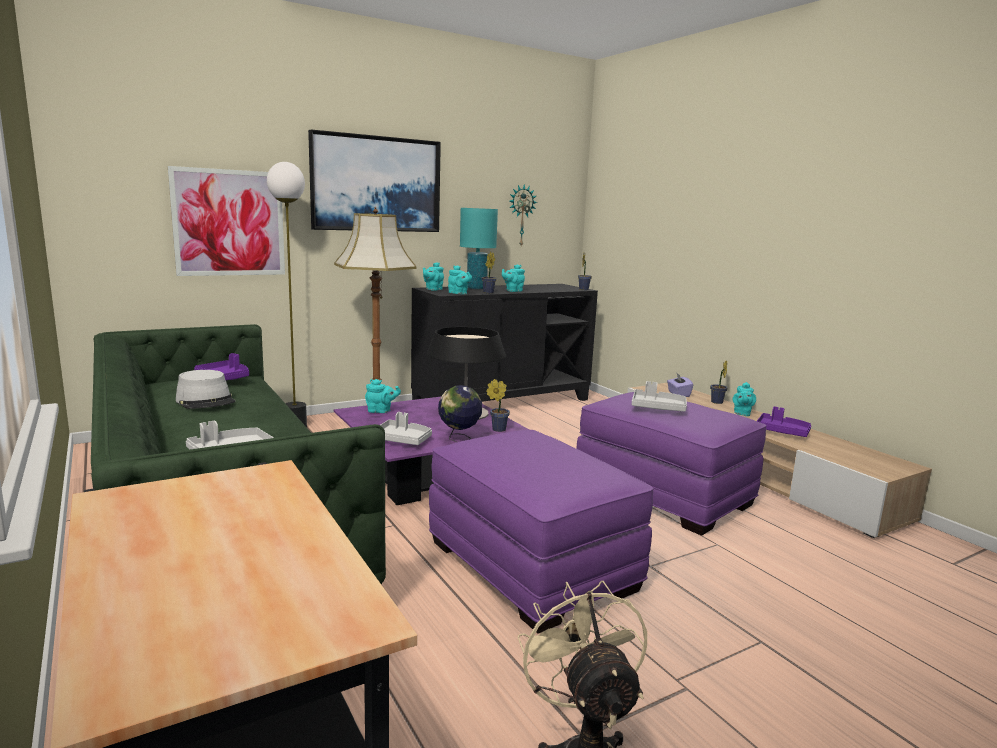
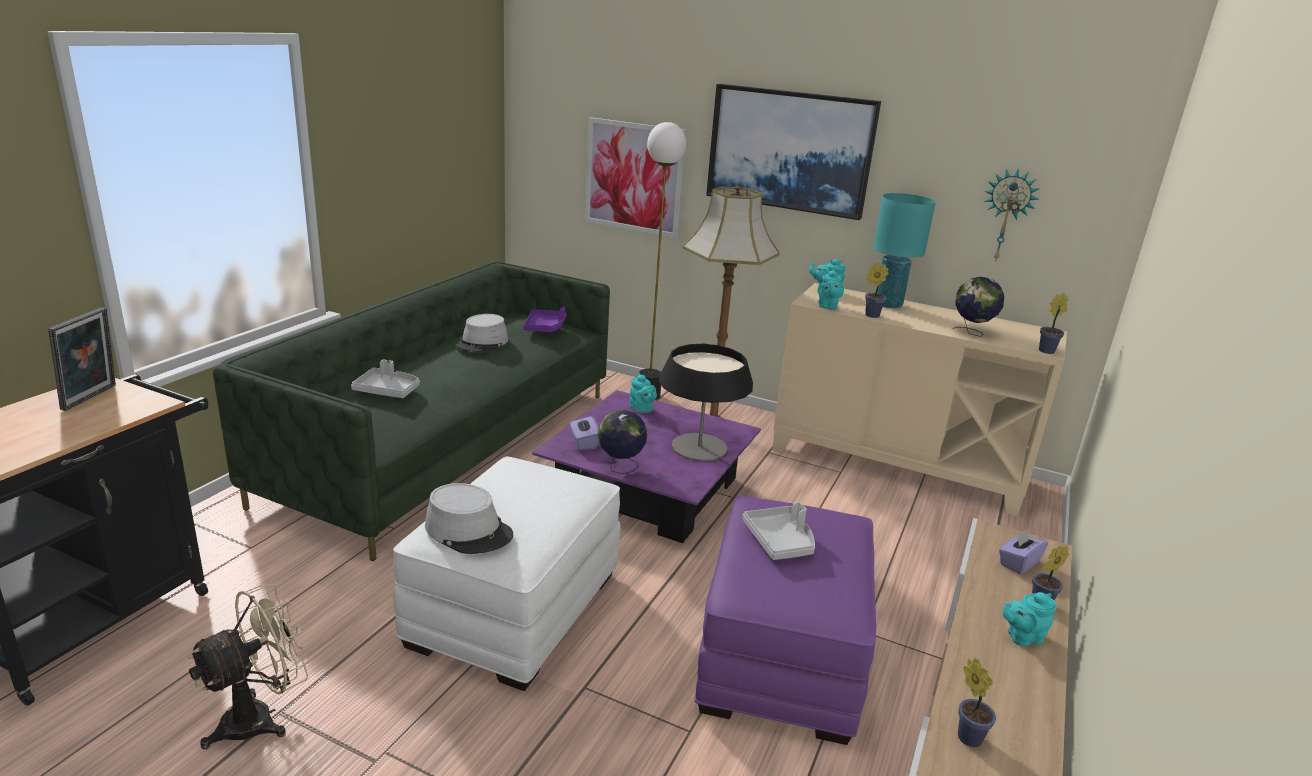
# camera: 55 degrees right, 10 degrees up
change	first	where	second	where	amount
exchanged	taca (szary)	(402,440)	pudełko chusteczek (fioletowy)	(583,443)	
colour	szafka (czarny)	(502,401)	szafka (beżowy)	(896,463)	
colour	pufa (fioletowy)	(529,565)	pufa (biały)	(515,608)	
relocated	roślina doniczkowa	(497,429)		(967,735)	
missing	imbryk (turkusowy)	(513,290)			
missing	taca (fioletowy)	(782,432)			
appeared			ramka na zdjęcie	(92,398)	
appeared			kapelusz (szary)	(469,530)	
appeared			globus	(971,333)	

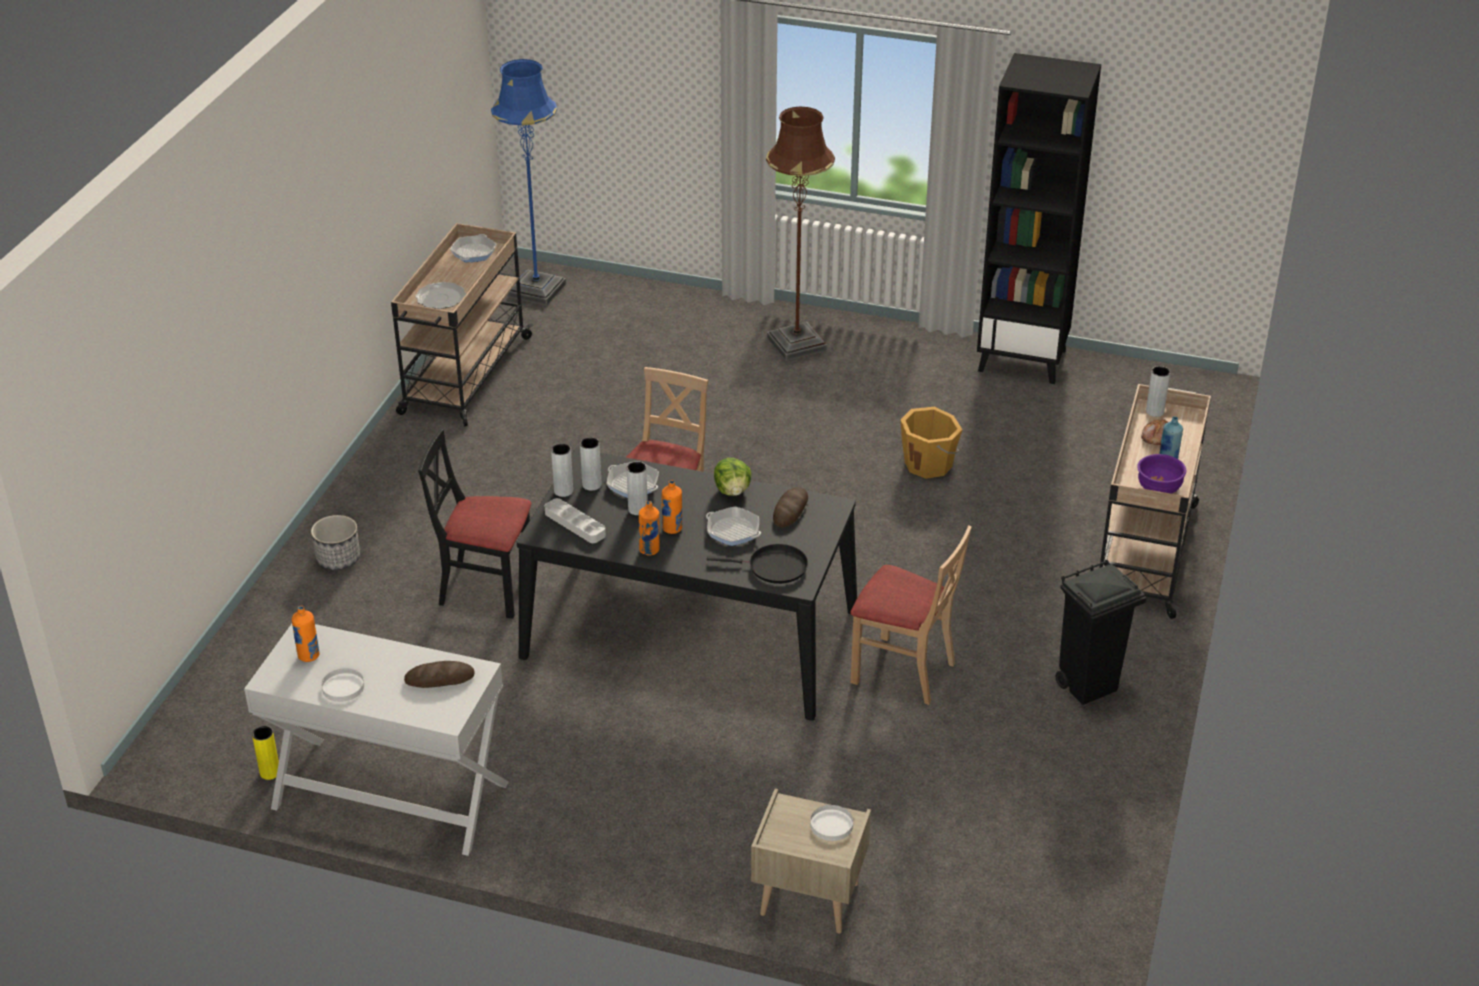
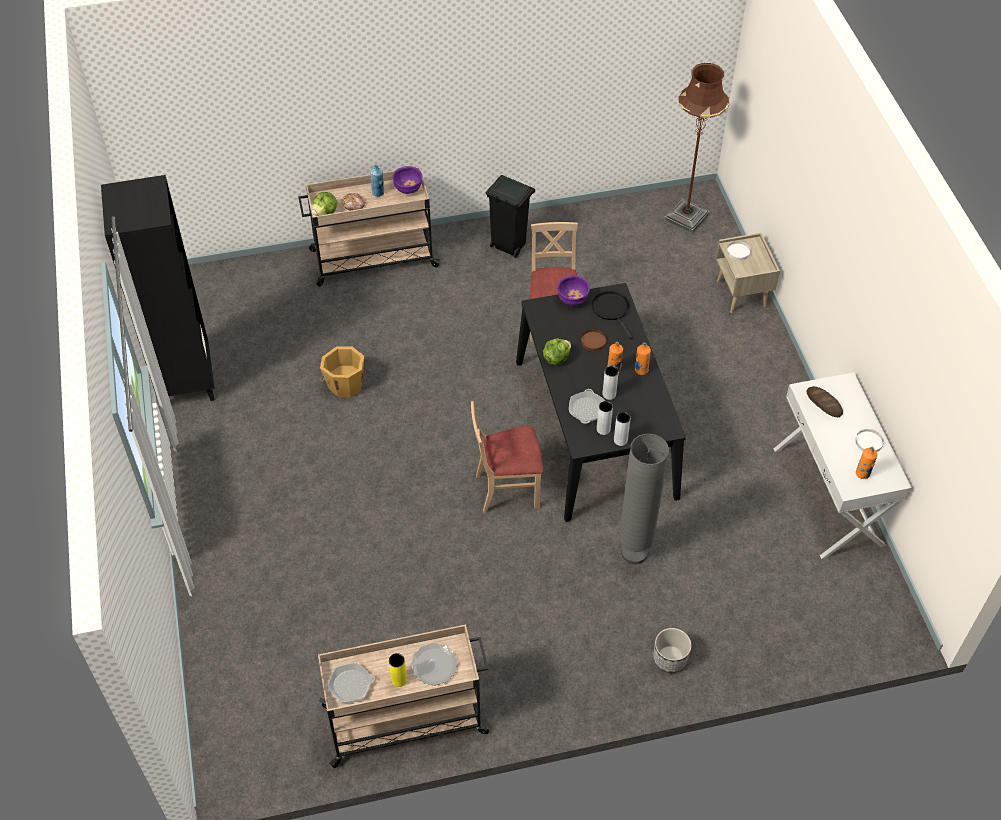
# camera: 120 degrees left, 15 degrees up
change	first	where	second	where	amount
relocated	wazon (żółty)	(270,772)		(399,680)	
exchanged	krzesło (czarny)	(486,589)	lampa stojąca (szary)	(634,553)	
missing	lampa stojąca (niebieski)	(537,290)			
missing	taca (szary)	(575,524)			
exchanged	patelnia	(733,530)	talerz (brązowy)	(593,341)	
relocated	lampa stojąca (brązowy)	(796,344)		(686,217)	
missing	chleb	(790,510)			
exchanged	wazon (szary)	(1154,412)	sałata	(325,212)	
appeared			miska (fioletowy)	(572,300)	

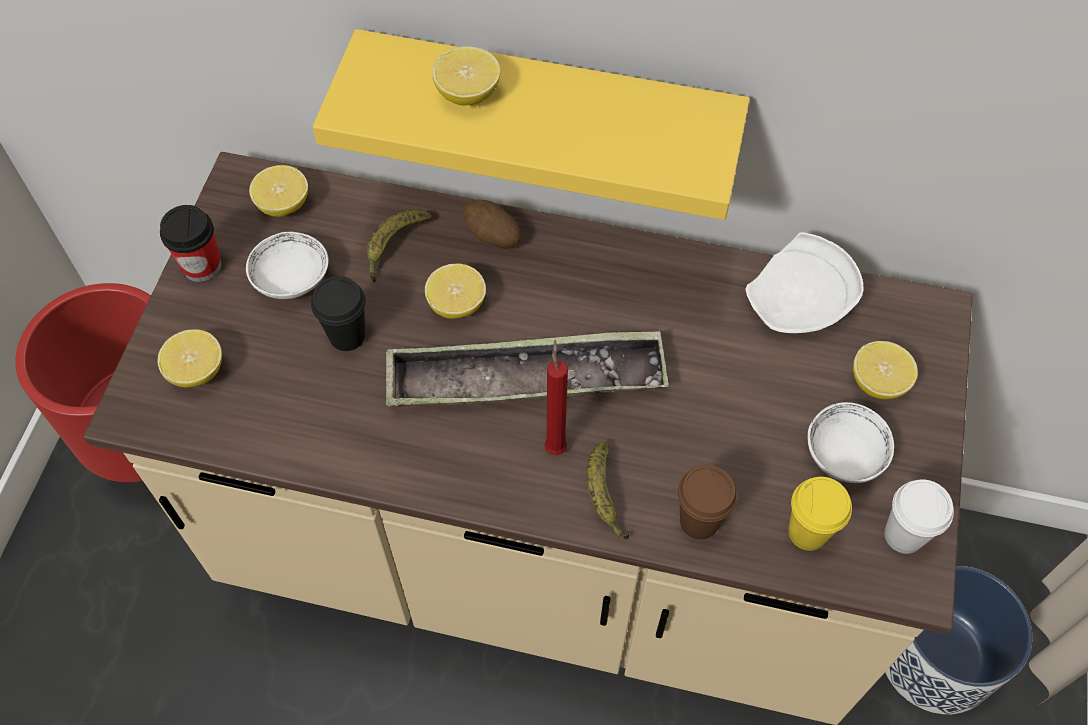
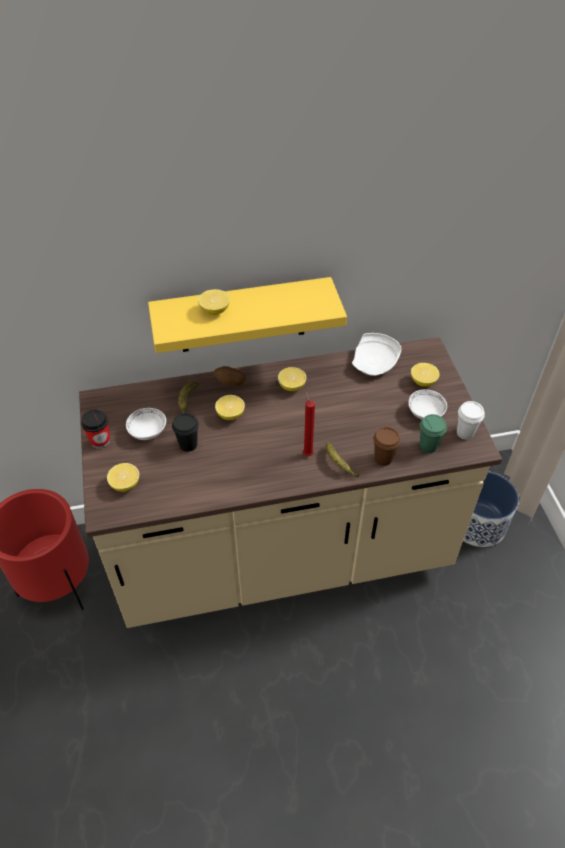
# camera: 25 degrees left, 10 degrees down
change	first	where	second	where	amount
relocated	cytryna	(283,204)		(292,386)	
missing	taca	(525,379)			
colour	filiżanka (żółty)	(807,532)	filiżanka (zielony)	(428,446)	

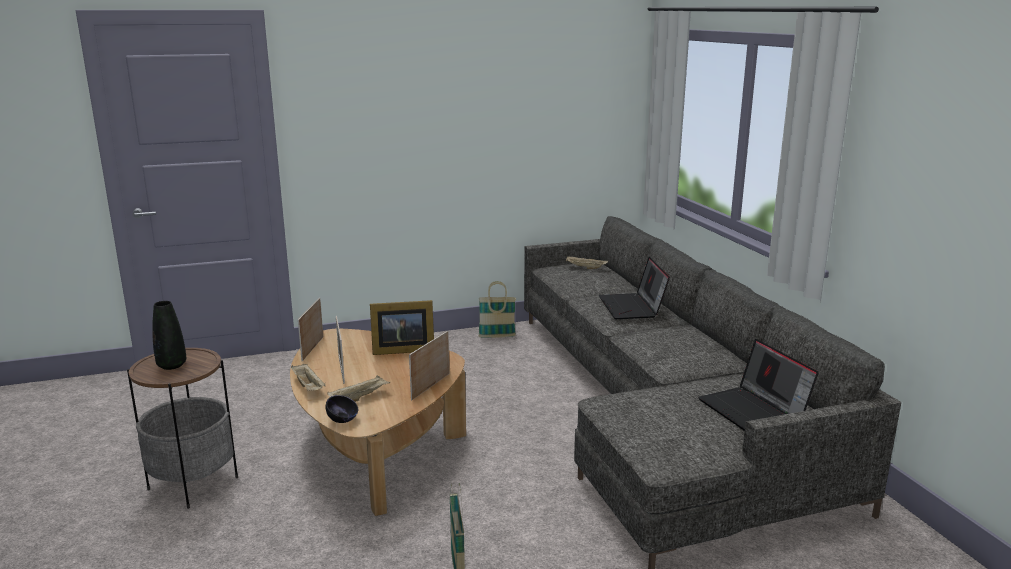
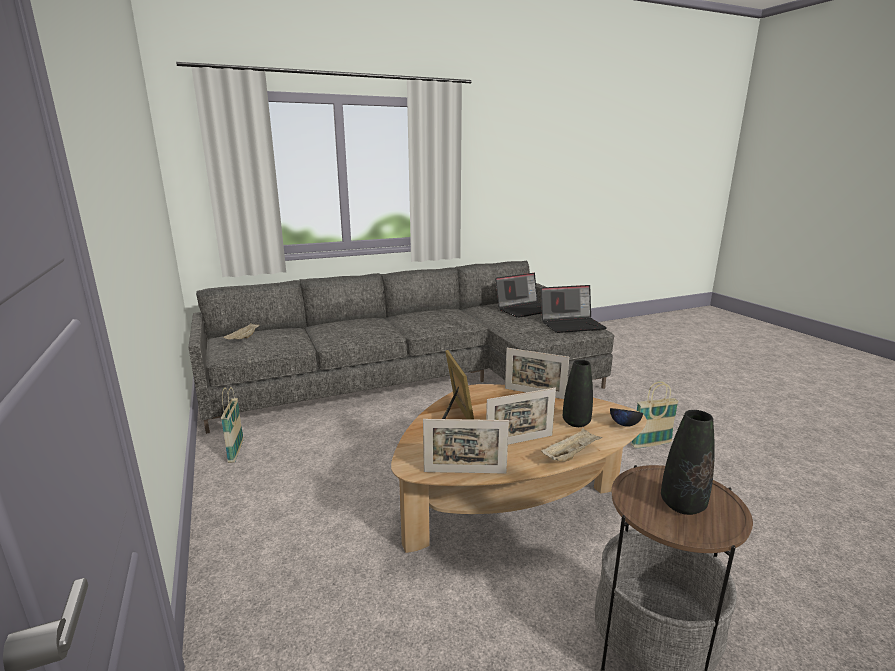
# camera: 95 degrees left, 0 degrees up
change	first	where	second	where	amount
exchanged	taca (beżowy)	(359,397)	wazon (czarny)	(576,422)	
relocated	laptop	(632,307)		(572,324)	

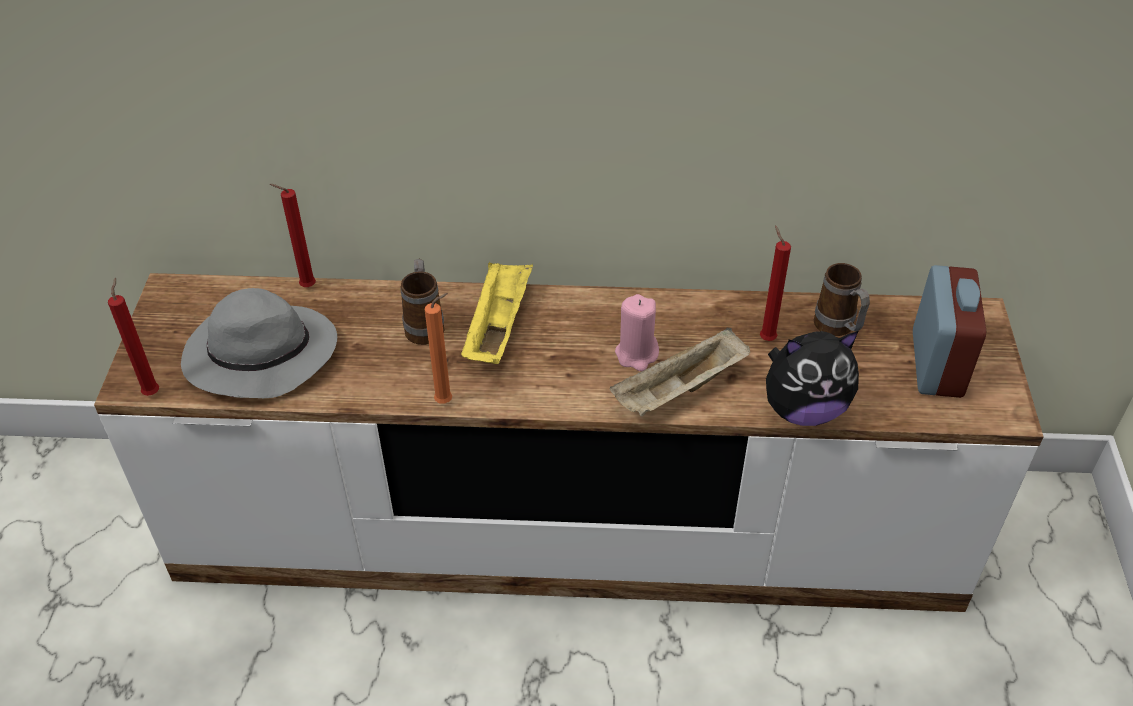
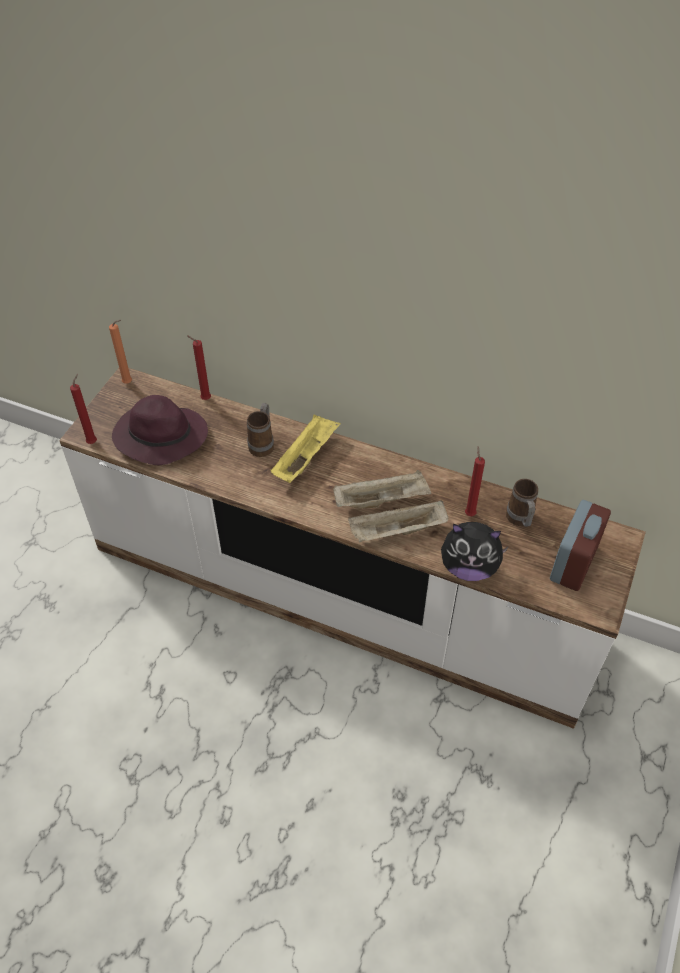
# camera: 20 degrees right, 5 degrees up
change	first	where	second	where	amount
colour	kapelusz (szary)	(259,357)	kapelusz (fioletowy)	(159,437)	
relocated	świeca (pomarańczowy)	(446,401)		(129,383)	
exchanged	świeca (różowy)	(637,354)	taca (beżowy)	(382,500)	

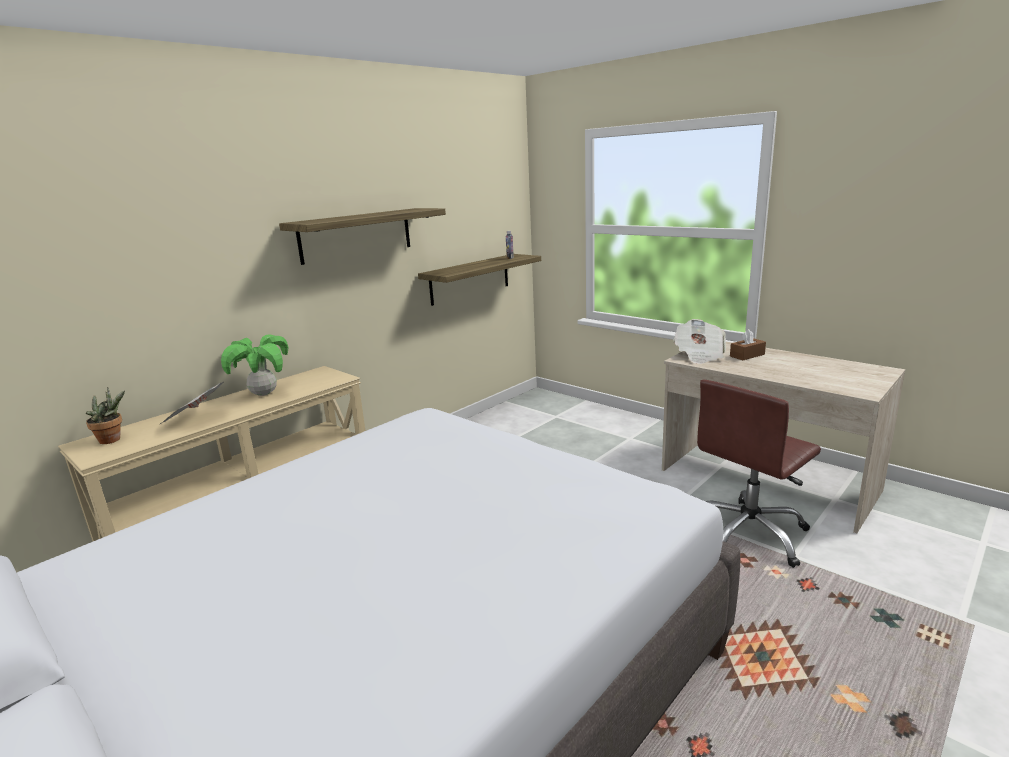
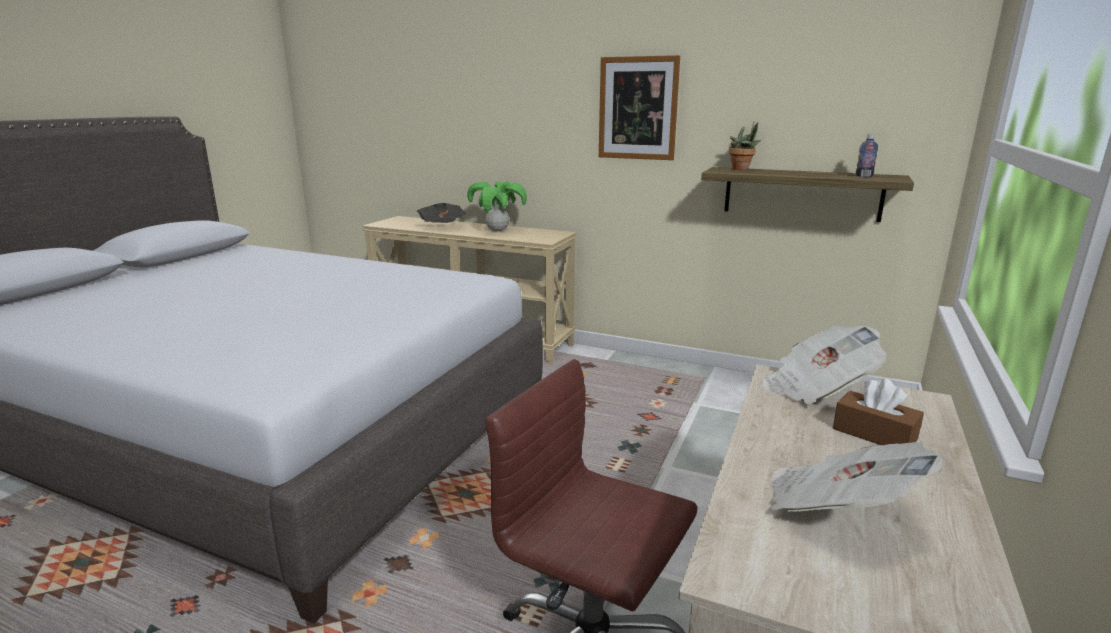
# camera: 70 degrees right, 0 degrees up
change	first	where	second	where	amount
relocated	roślina doniczkowa	(113,440)		(742,169)	
exchanged	półka	(356,235)	obraz	(638,108)	
appeared			gazeta	(837,509)	

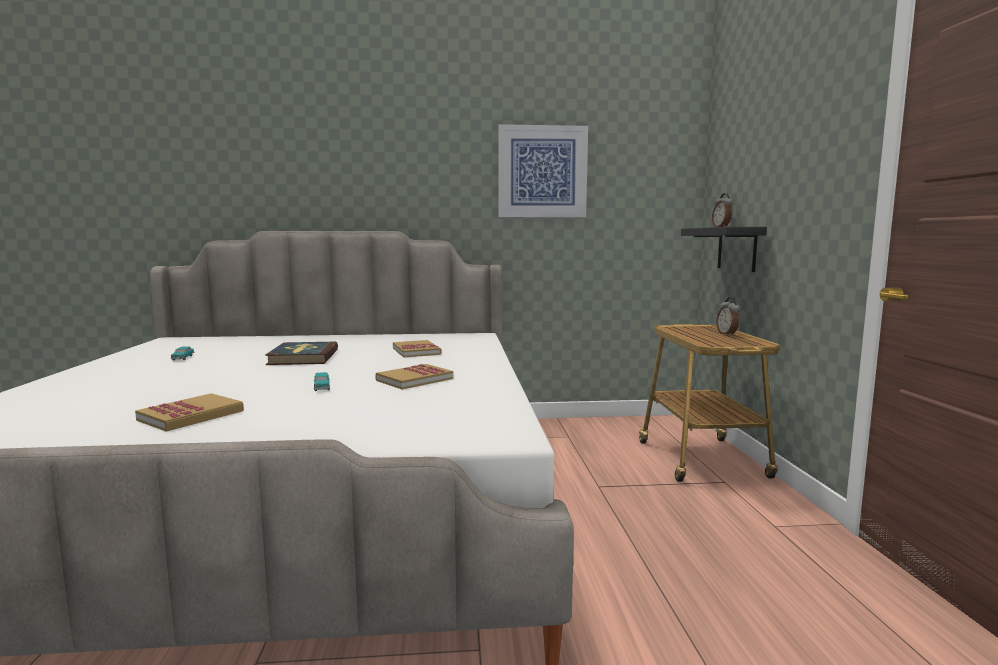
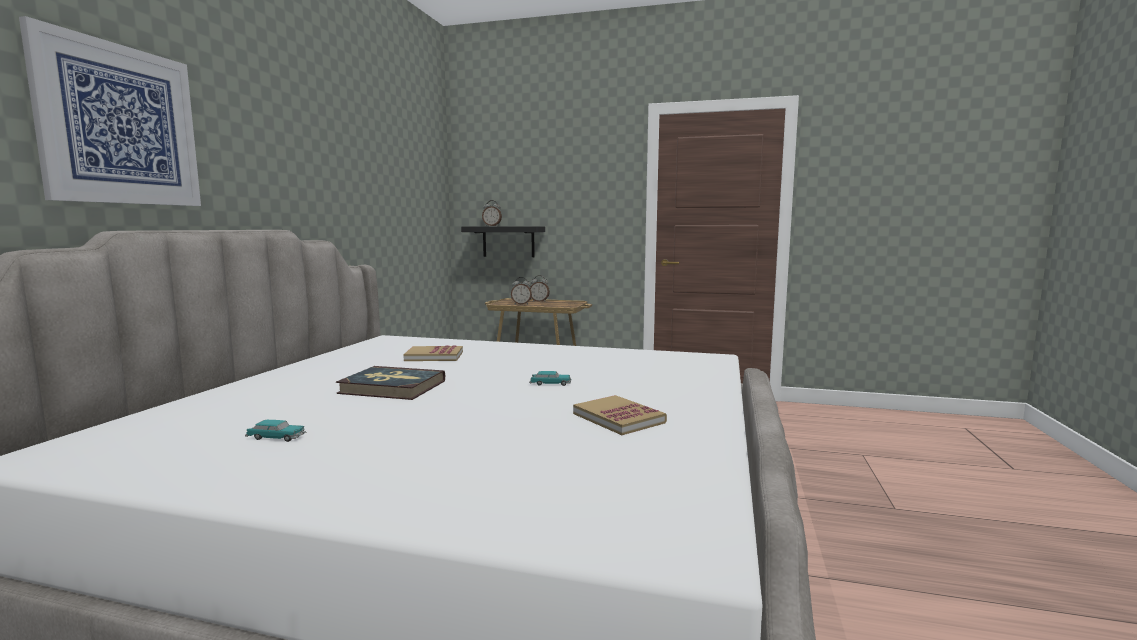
# camera: 70 degrees left, 0 degrees up
change	first	where	second	where	amount
missing	książka	(414,379)			
relocated	obraz	(542,172)		(120,125)	
appeared			budzik	(521,304)	

